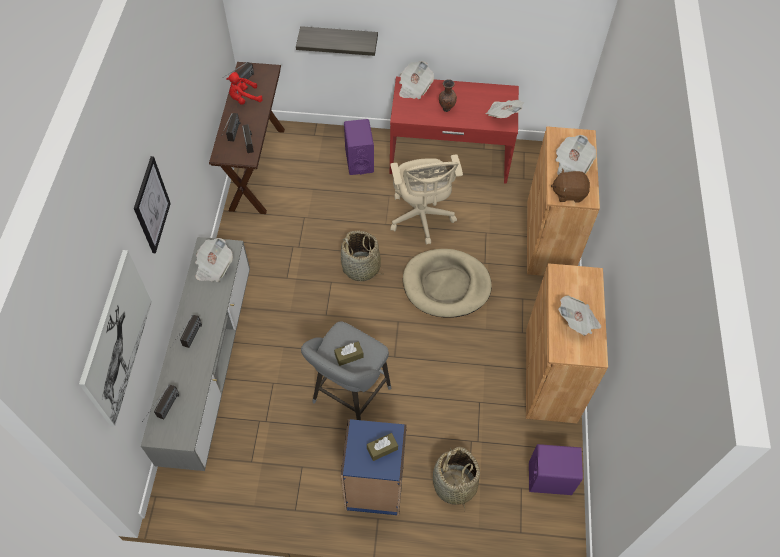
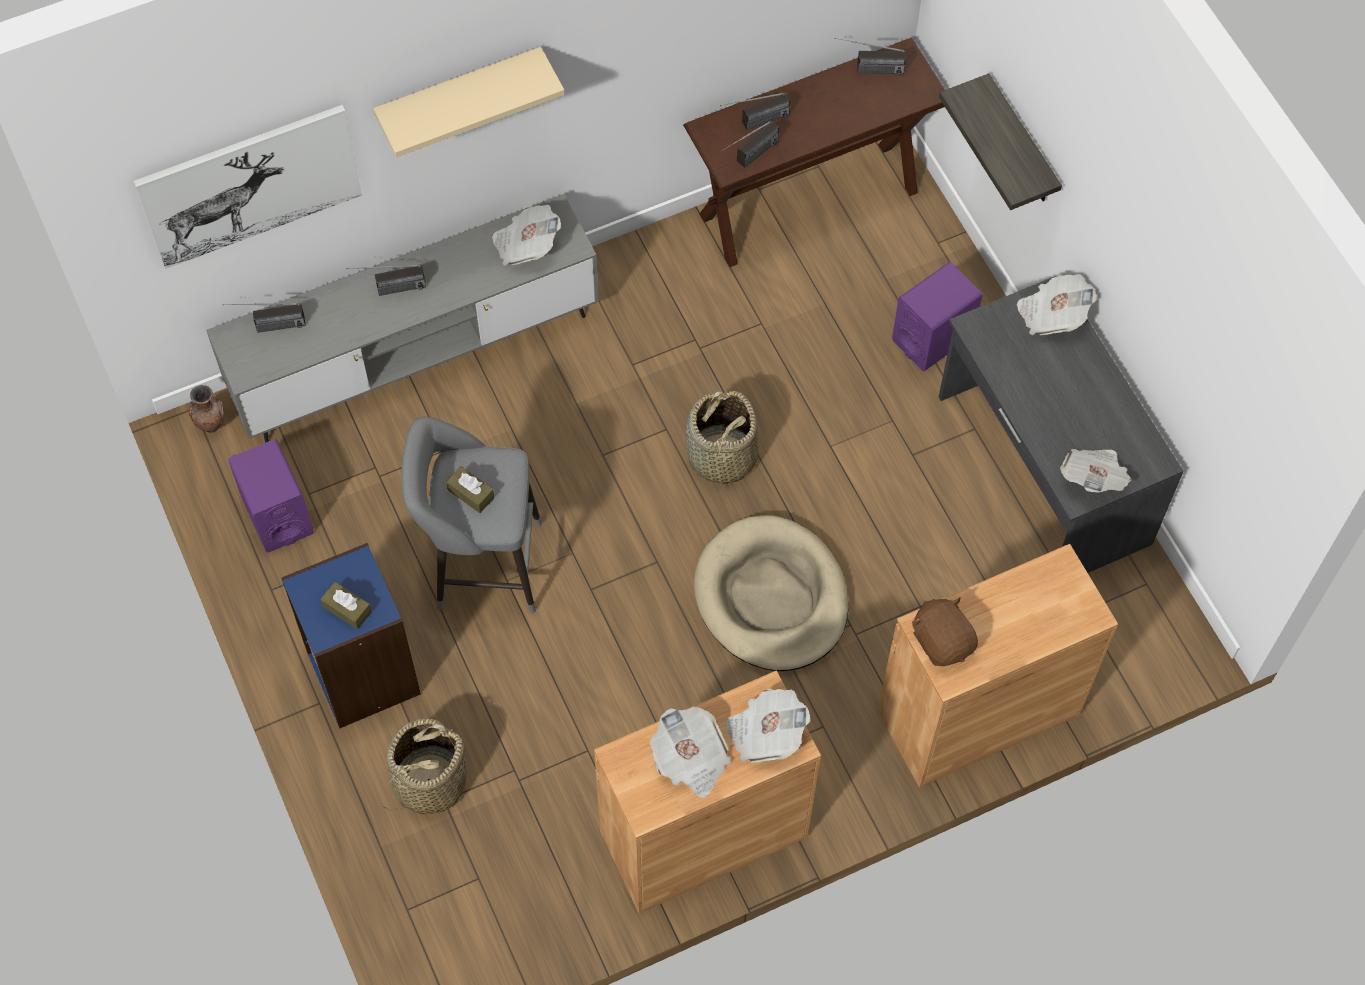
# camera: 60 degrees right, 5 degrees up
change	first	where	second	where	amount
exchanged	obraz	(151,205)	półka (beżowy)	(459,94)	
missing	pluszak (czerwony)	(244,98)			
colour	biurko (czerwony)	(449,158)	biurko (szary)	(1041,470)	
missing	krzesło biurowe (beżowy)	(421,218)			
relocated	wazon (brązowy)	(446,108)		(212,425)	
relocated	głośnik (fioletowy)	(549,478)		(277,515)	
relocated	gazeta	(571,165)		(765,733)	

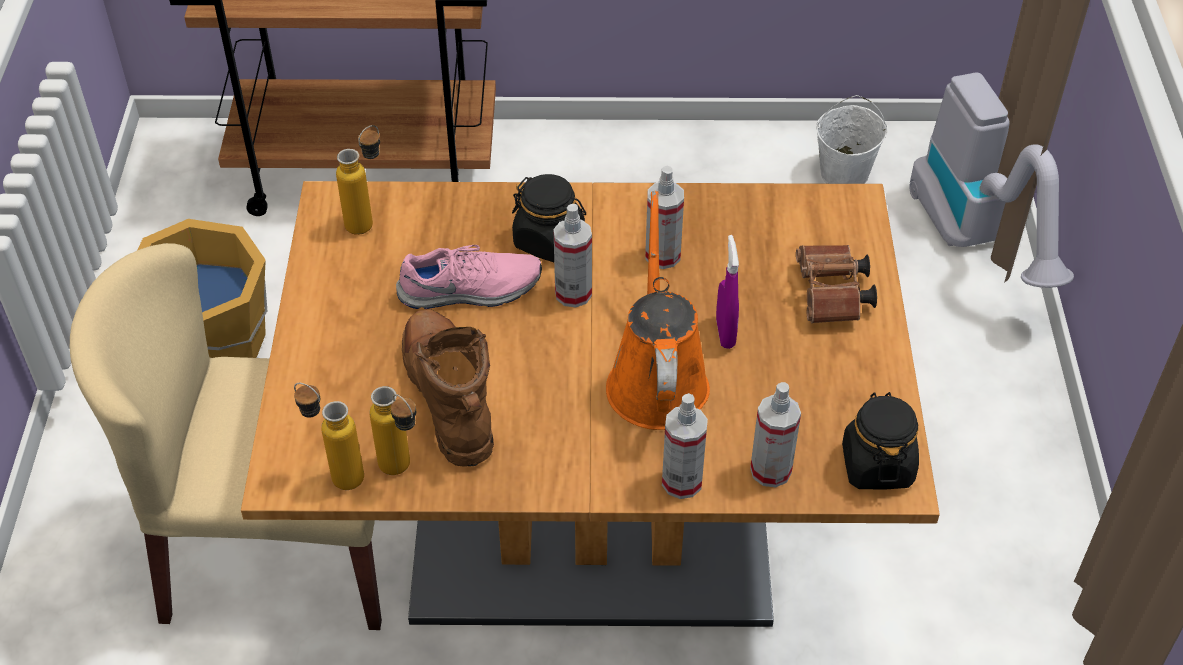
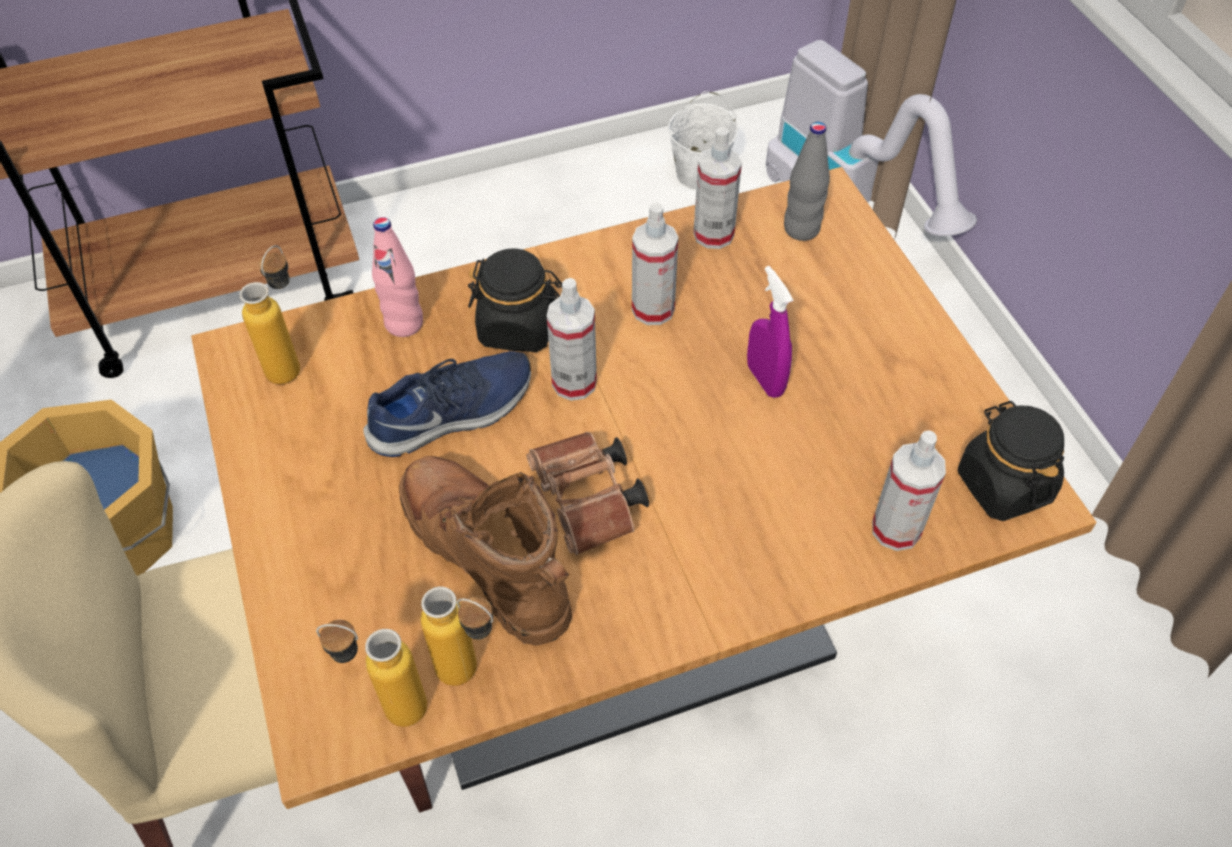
# camera: 20 degrees left, 5 degrees up
change	first	where	second	where	amount
colour	but (różowy)	(471,290)	but (niebieski)	(453,414)	
missing	konewka (pomarańczowy)	(656,379)			
relocated	spryskiwacz	(682,482)		(713,234)	
relocated	lornetka (brązowy)	(832,297)		(588,504)	
appeared			butelka (różowy)	(404,324)	
appeared			butelka (szary)	(801,229)	

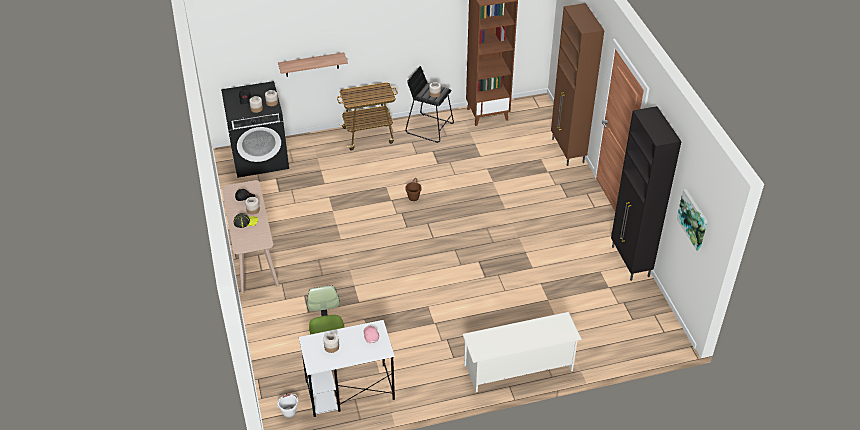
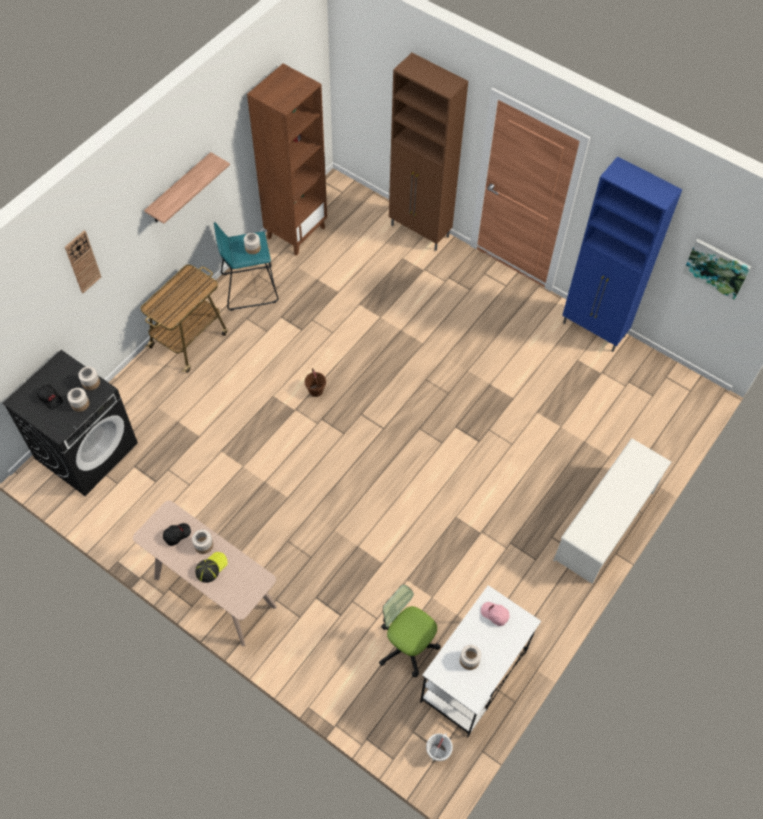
# camera: 40 degrees left, 15 degrees up
change	first	where	second	where	amount
relocated	półka	(312,64)		(180,189)	
colour	stołek (czarny)	(429,128)	stołek (turkusowy)	(249,287)	
colour	szafka (czarny)	(630,262)	szafka (niebieski)	(594,330)	
appeared			zegar ścienny	(82,262)	

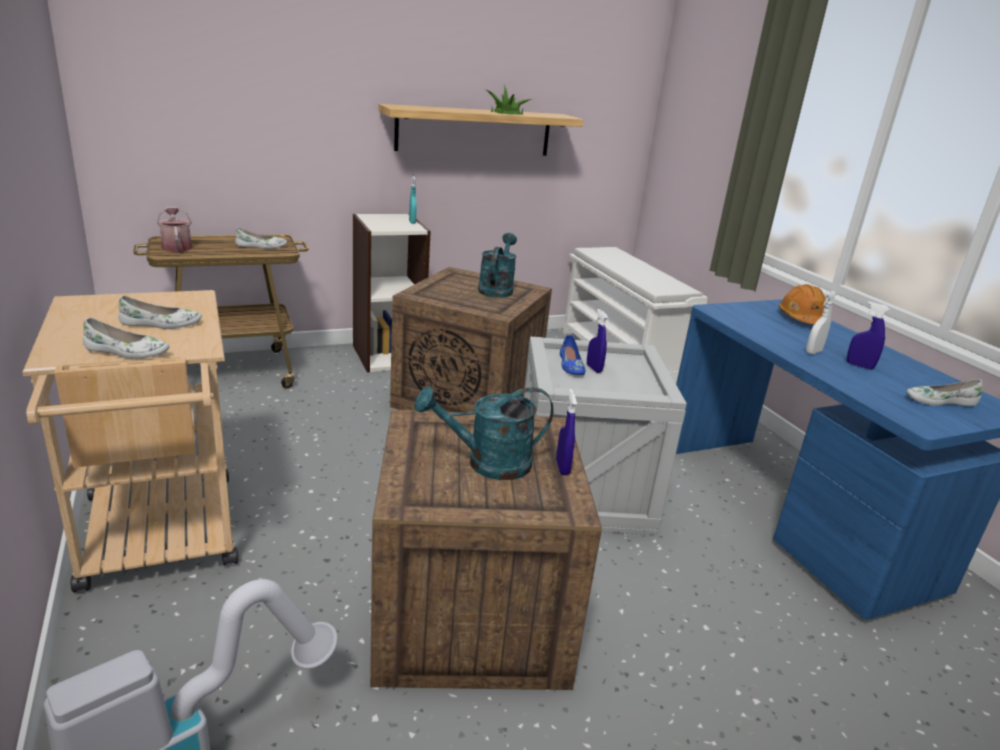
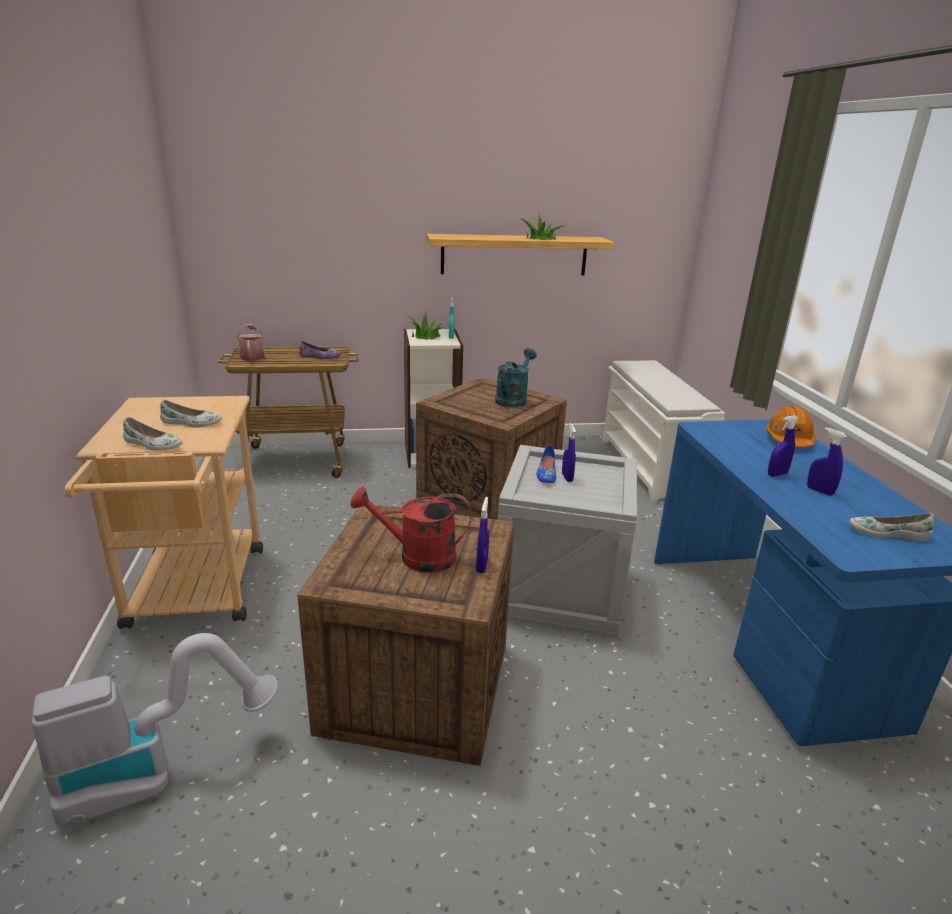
# camera: 15 degrees right, 0 degrees up
change	first	where	second	where	amount
colour	but (biały)	(261,246)	but (fioletowy)	(320,357)	
colour	konewka (turkusowy)	(487,464)	konewka (czerwony)	(417,557)	
colour	spryskiwacz (biały)	(813,352)	spryskiwacz (niebieski)	(777,474)	
appeared			roślina doniczkowa	(425,336)	

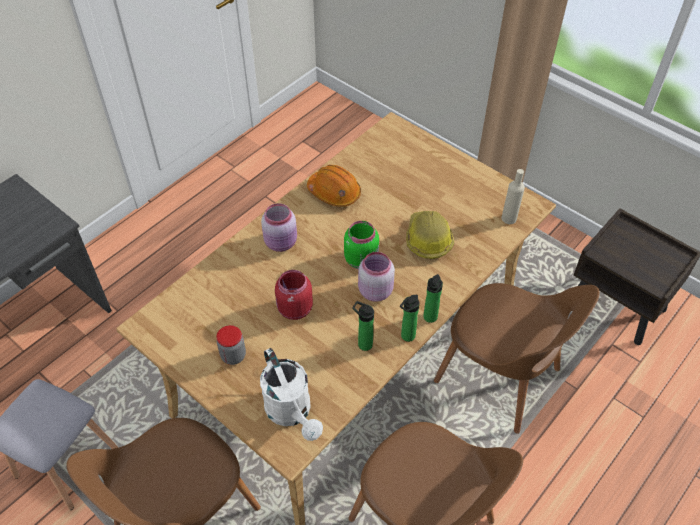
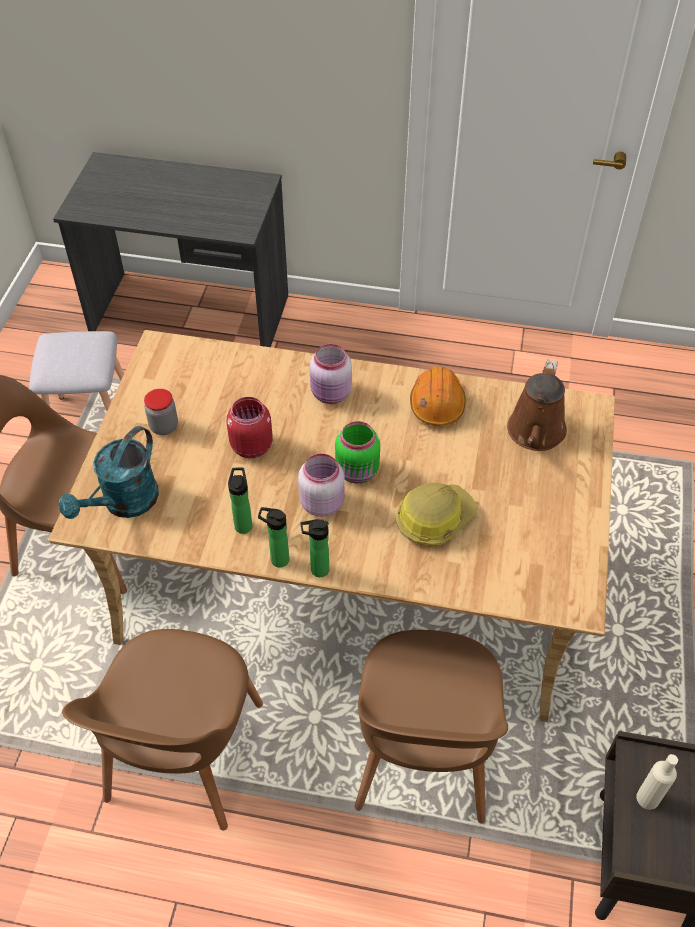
# camera: 60 degrees right, 0 degrees up
change	first	where	second	where	amount
colour	konewka (biały)	(292,412)	konewka (turkusowy)	(124,504)	
relocated	butelka (beżowy)	(509,218)		(647,798)	
appeared			konewka (brązowy)	(535,434)	

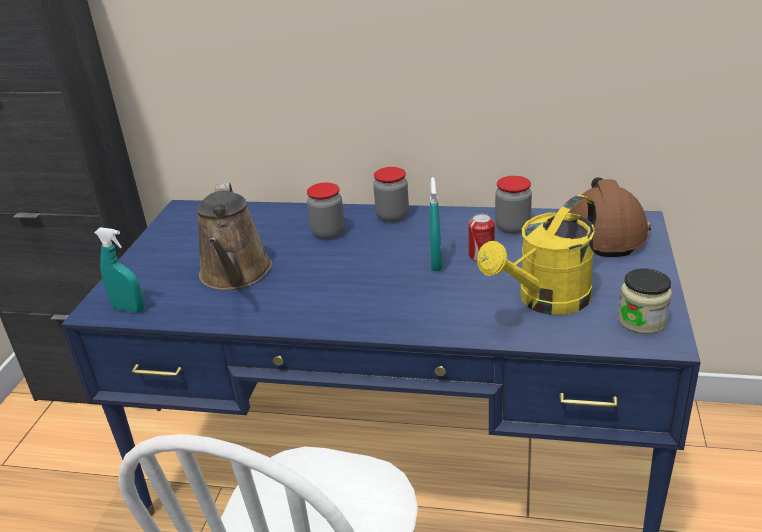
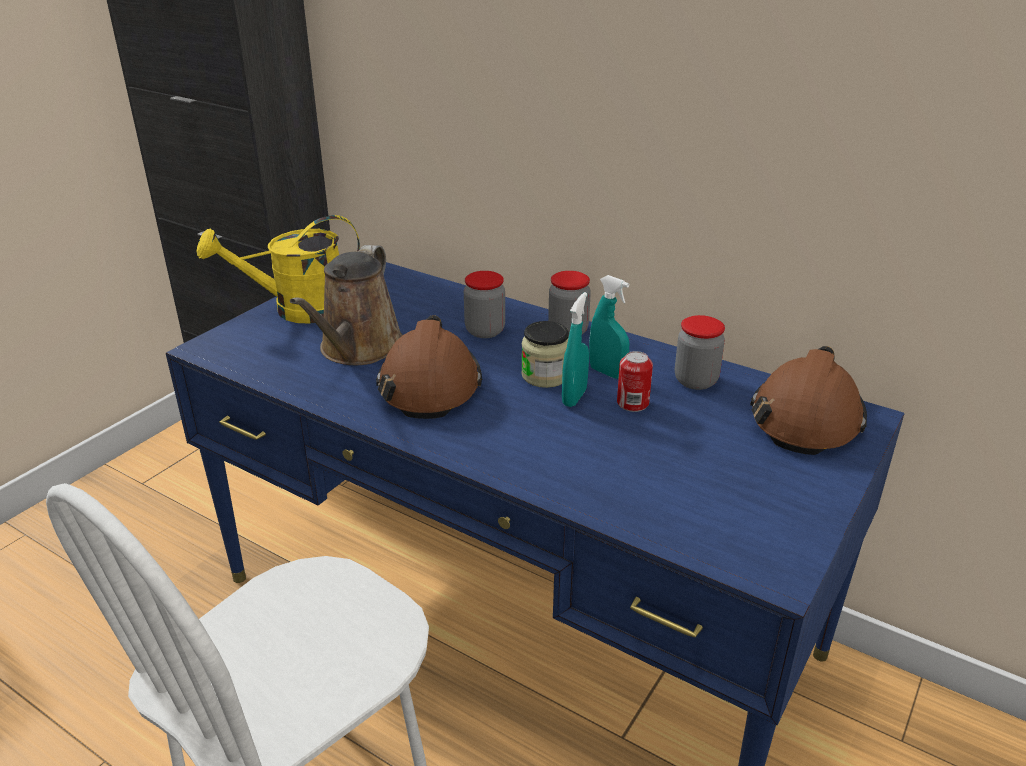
# camera: 20 degrees right, 0 degrees up
change	first	where	second	where	amount
relocated	spryskiwacz (turkusowy)	(128,309)		(607,372)	
relocated	konewka (żółty)	(545,301)		(298,310)	
relocated	słoik	(642,320)		(545,375)	
appeared			kask (brązowy)	(430,385)	

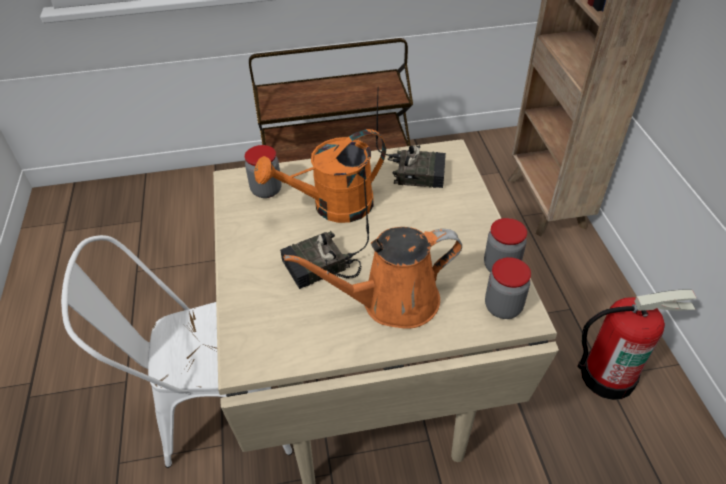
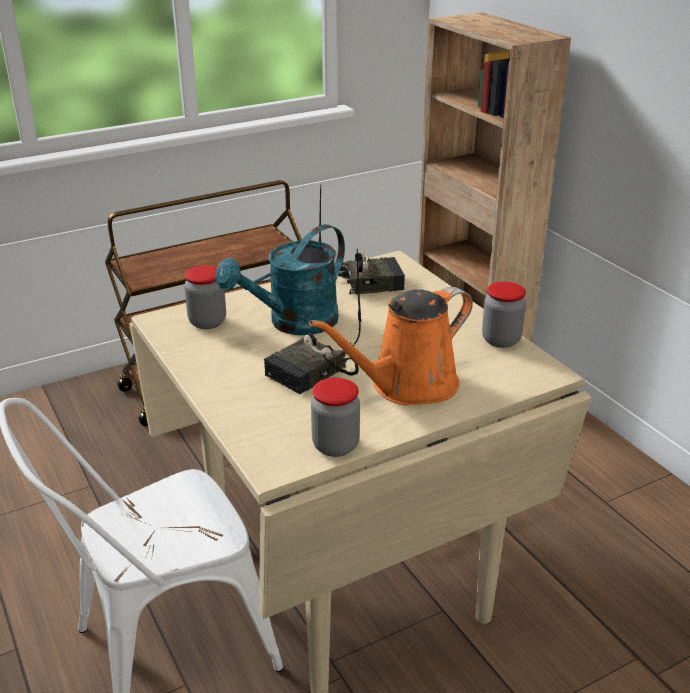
# camera: 20 degrees left, 15 degrees down
change	first	where	second	where	amount
colour	konewka (pomarańczowy)	(333,207)	konewka (turkusowy)	(294,323)	
relocated	słoik	(503,307)		(335,446)	
missing	gaśnica	(608,375)			

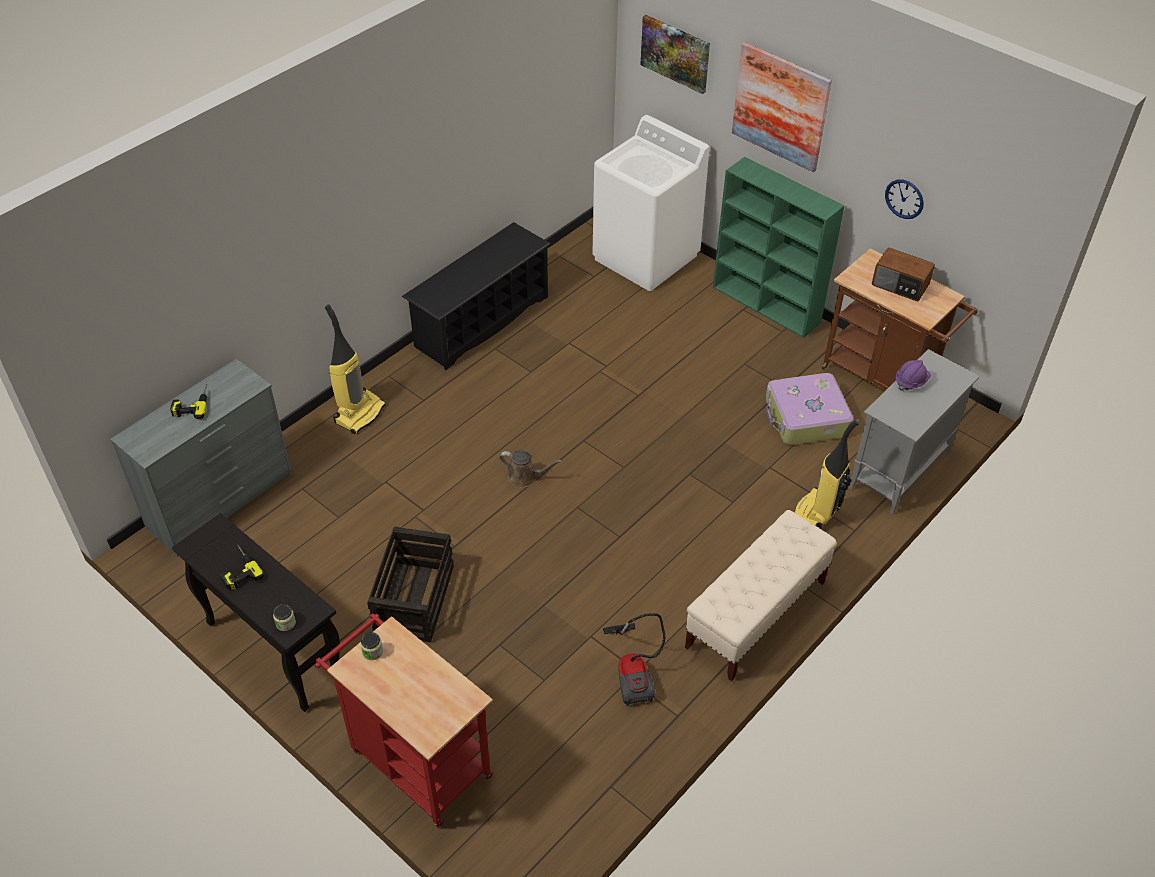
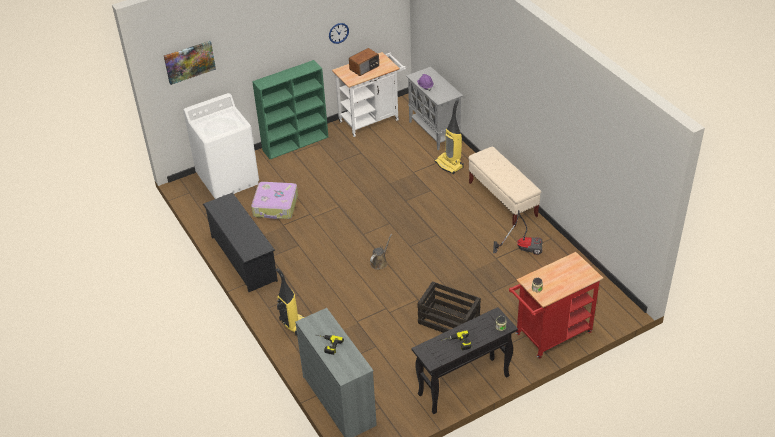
# camera: 70 degrees left, 5 degrees down
change	first	where	second	where	amount
missing	obraz	(780,106)			
relocated	walizka	(805,418)		(276,206)	
colour	wózek (brązowy)	(883,379)	wózek (biały)	(372,119)	

